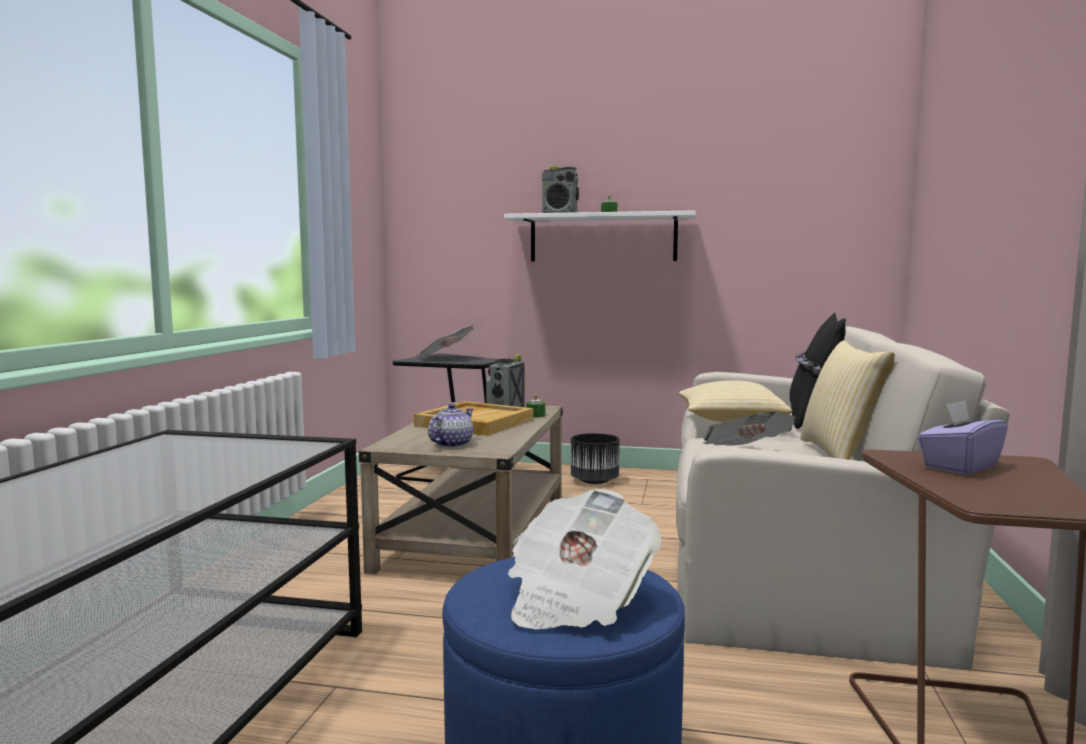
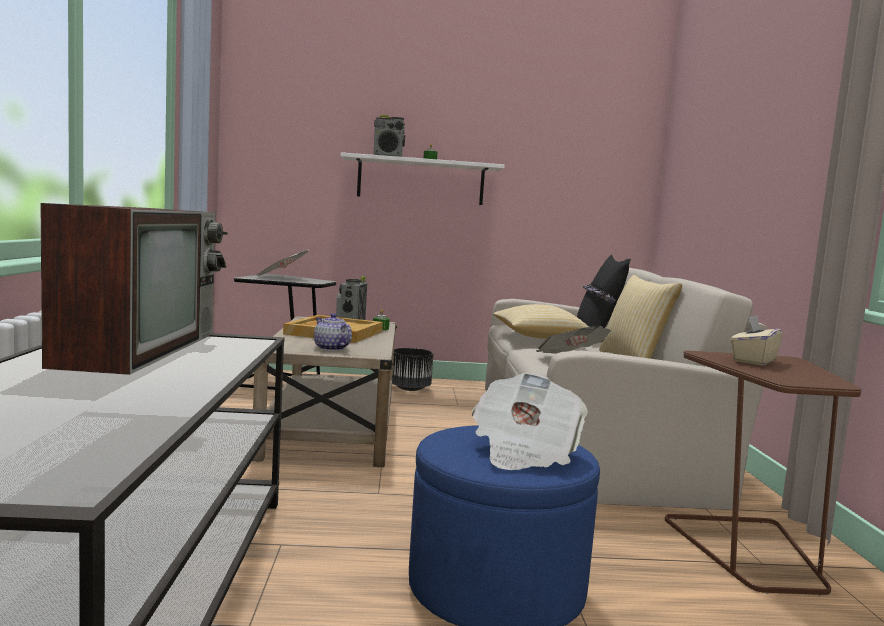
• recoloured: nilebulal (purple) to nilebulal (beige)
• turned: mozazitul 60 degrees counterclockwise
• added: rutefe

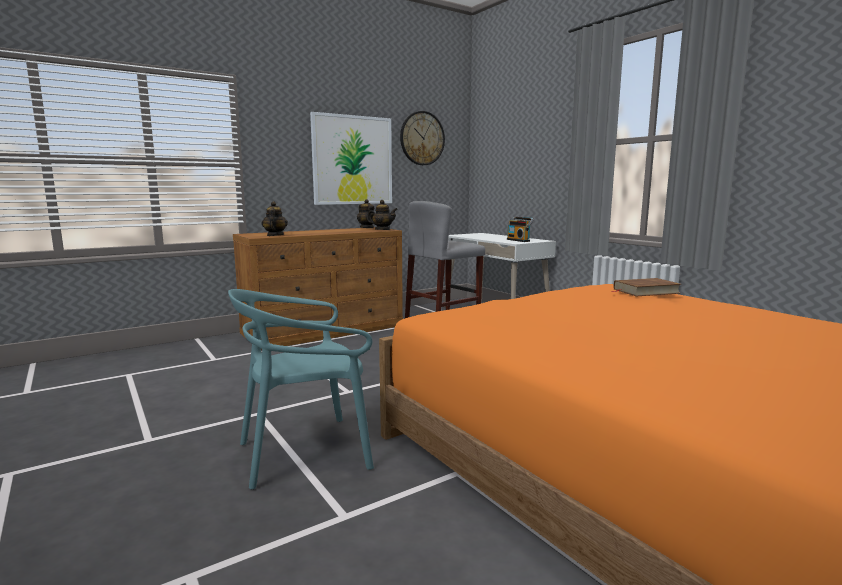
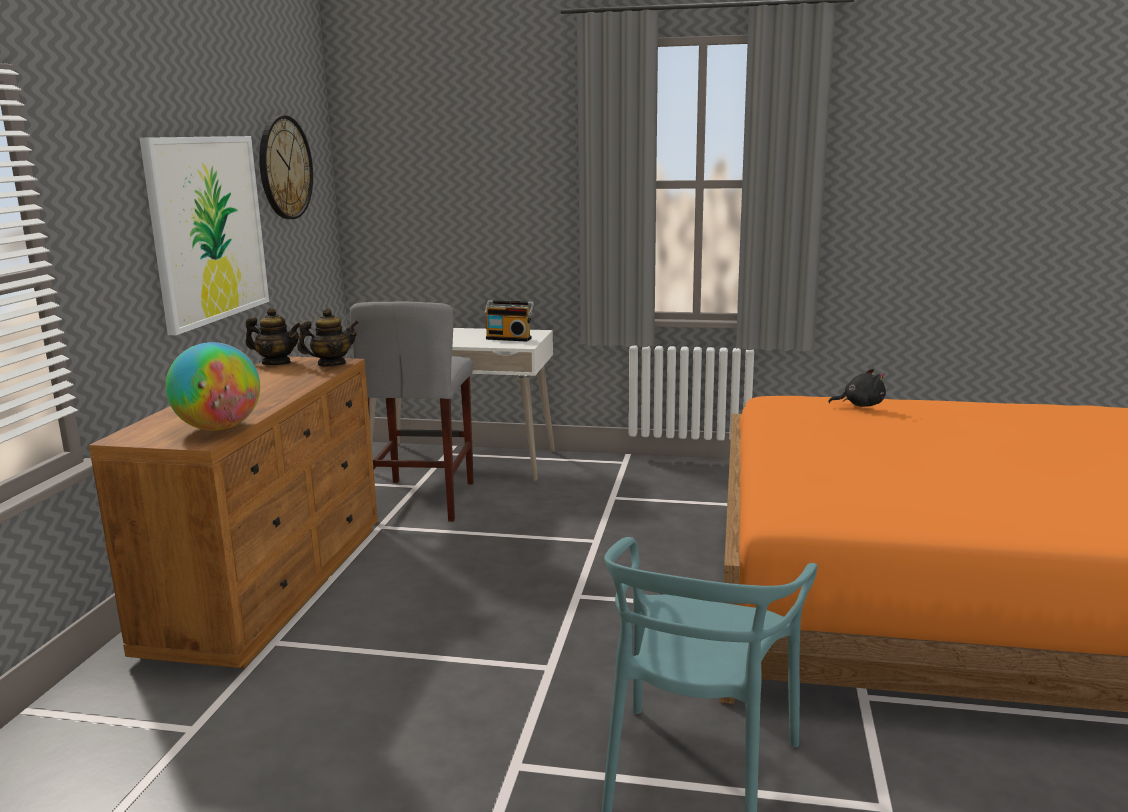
• replaced: mozazitul (1st from left) to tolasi
• replaced: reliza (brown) to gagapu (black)

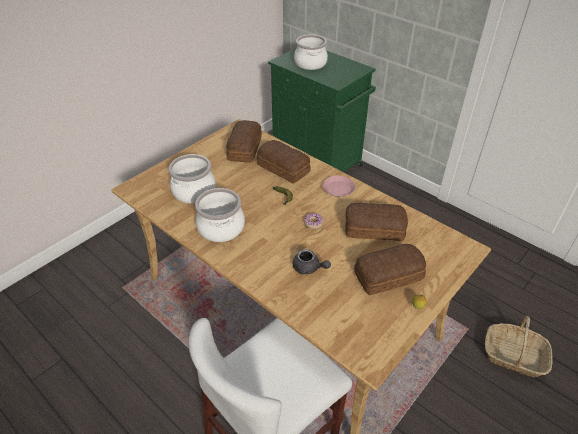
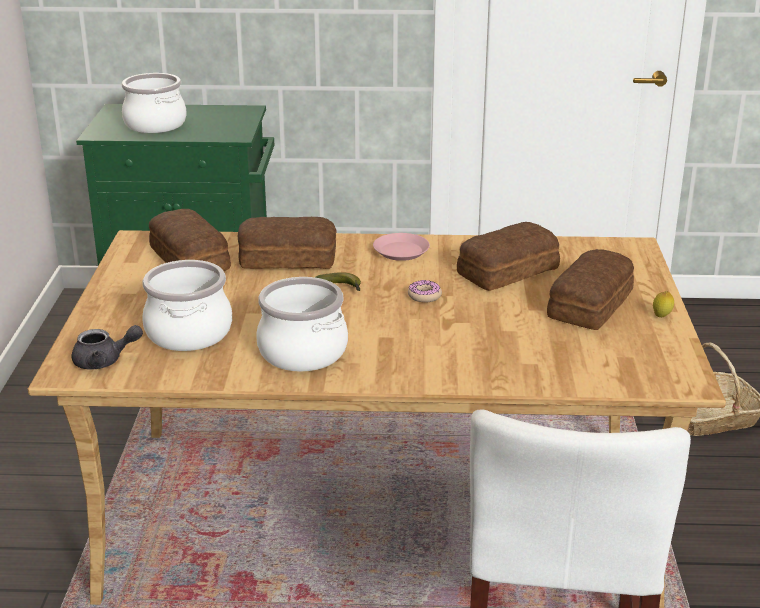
• moved: mozazitul (grey)

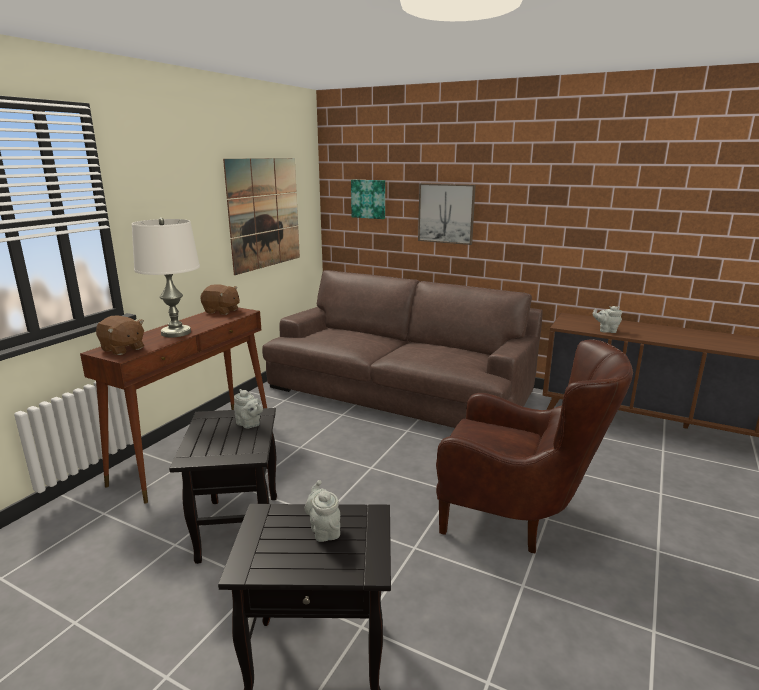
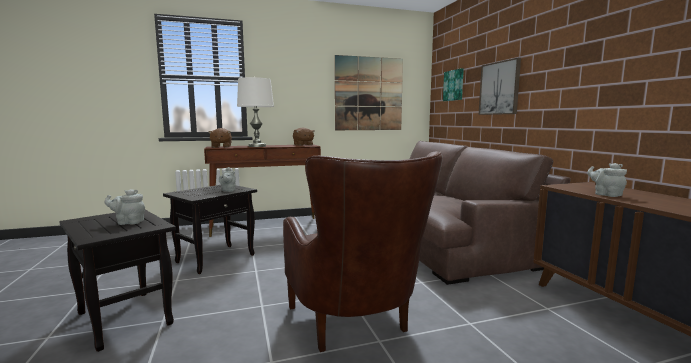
• turned: mozazitul (grey) (2nd from left in the first image) 120 degrees counterclockwise

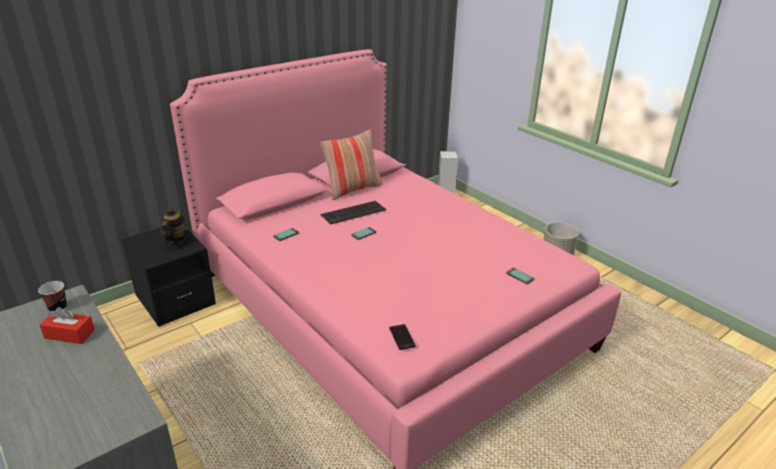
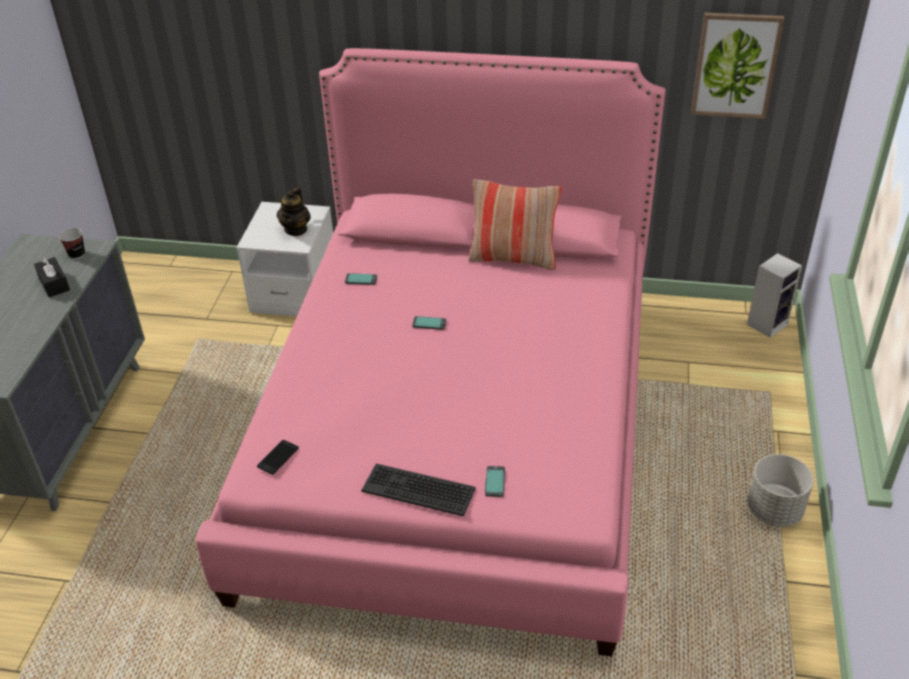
• moved: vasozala
• turned: mozazitul 135 degrees clockwise
• recoloured: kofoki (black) to kofoki (white)
• recoloured: nilebulal (red) to nilebulal (black)
• added: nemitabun

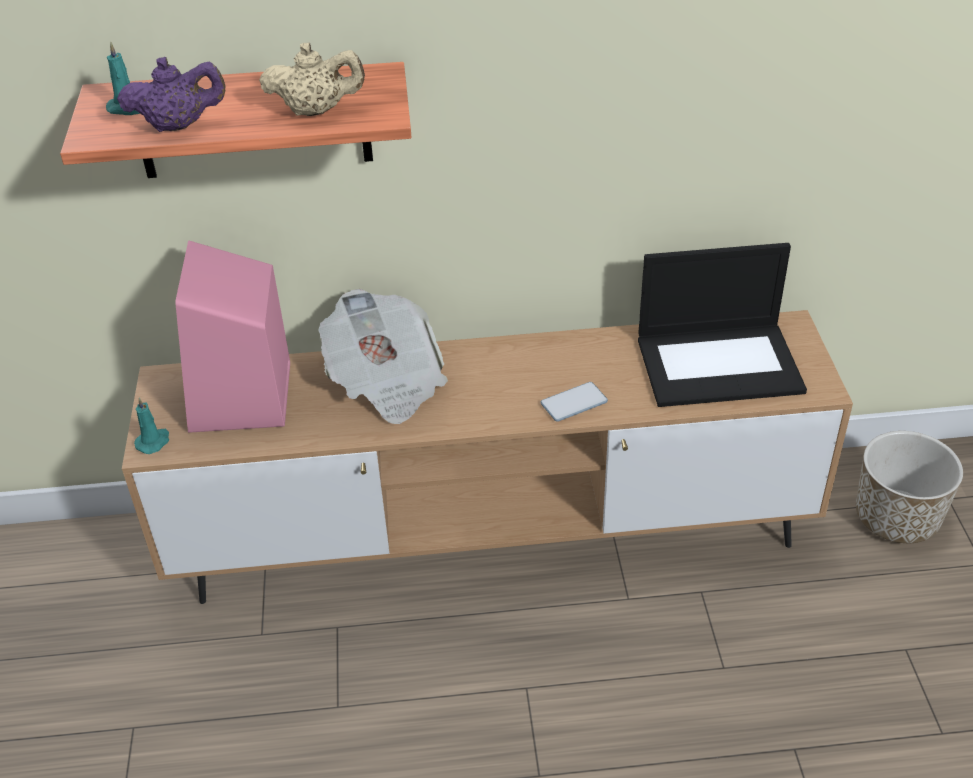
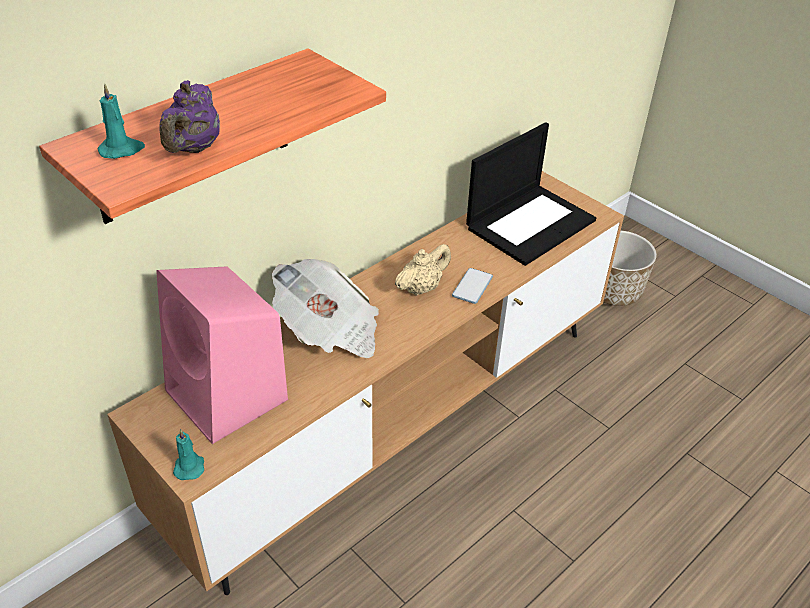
• moved: mozazitul (beige)
• turned: mozazitul (purple) 150 degrees clockwise

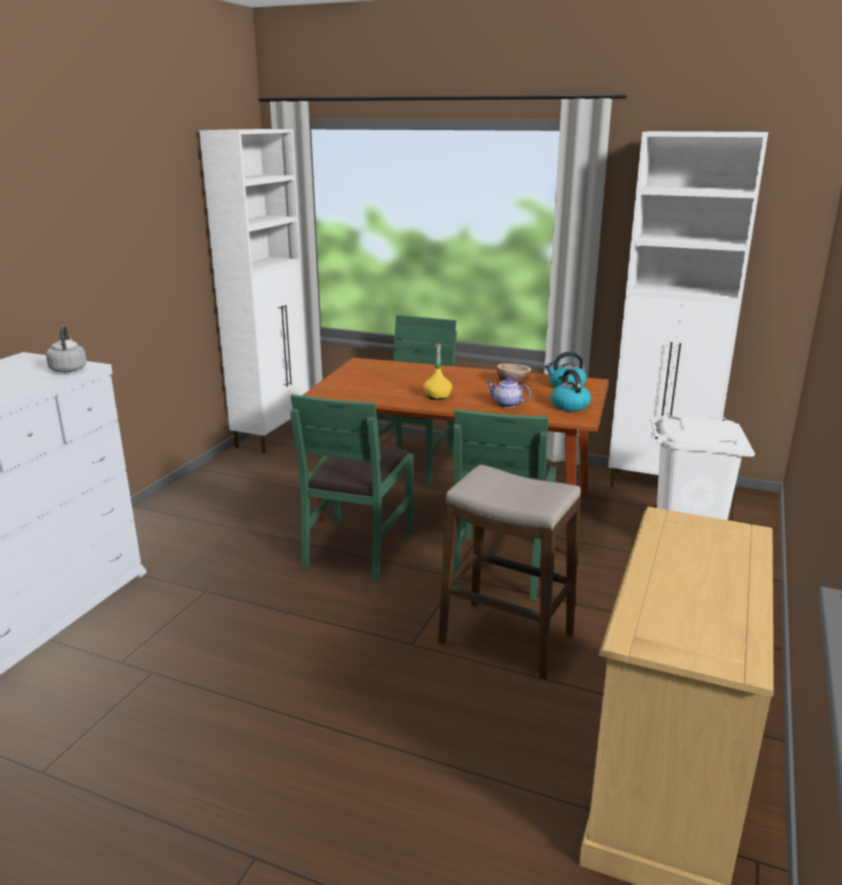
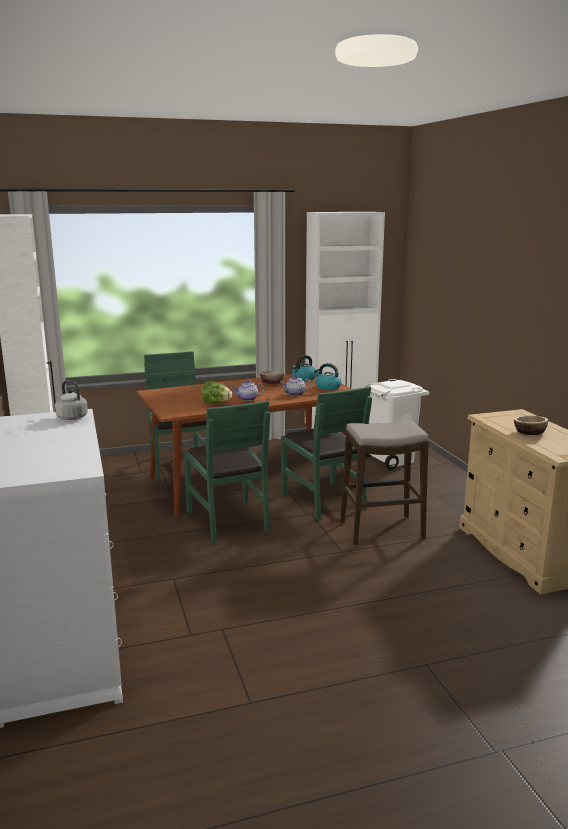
• replaced: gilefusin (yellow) to mozazitul (1st from left)
• added: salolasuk
• added: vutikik (2nd from left)

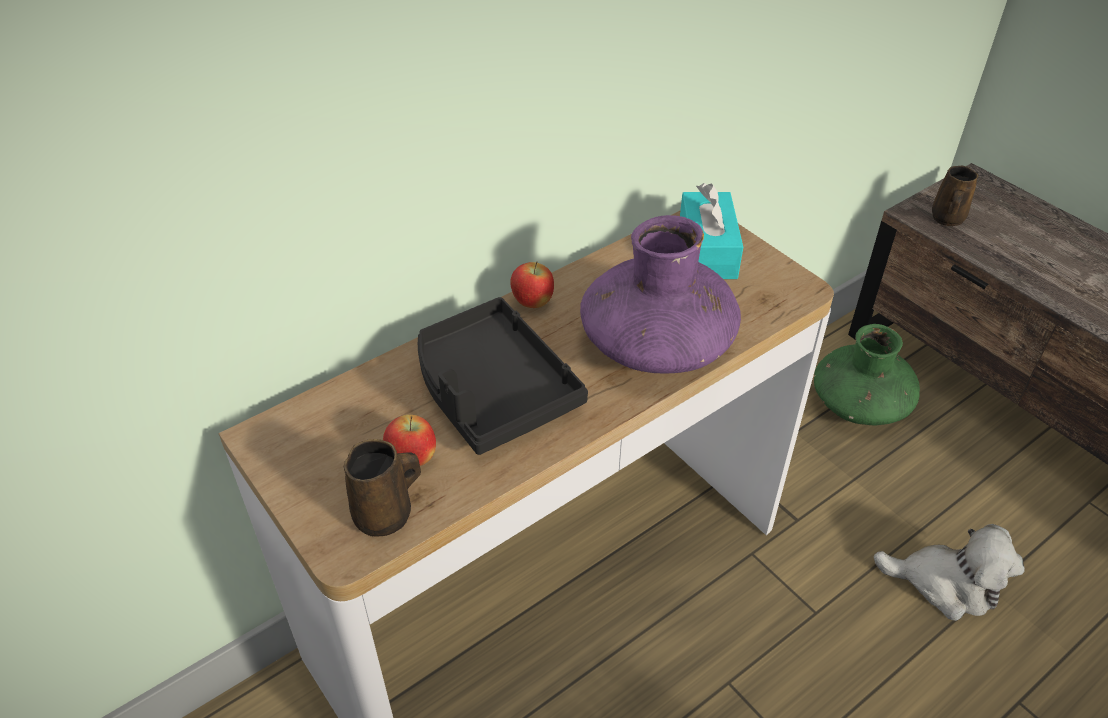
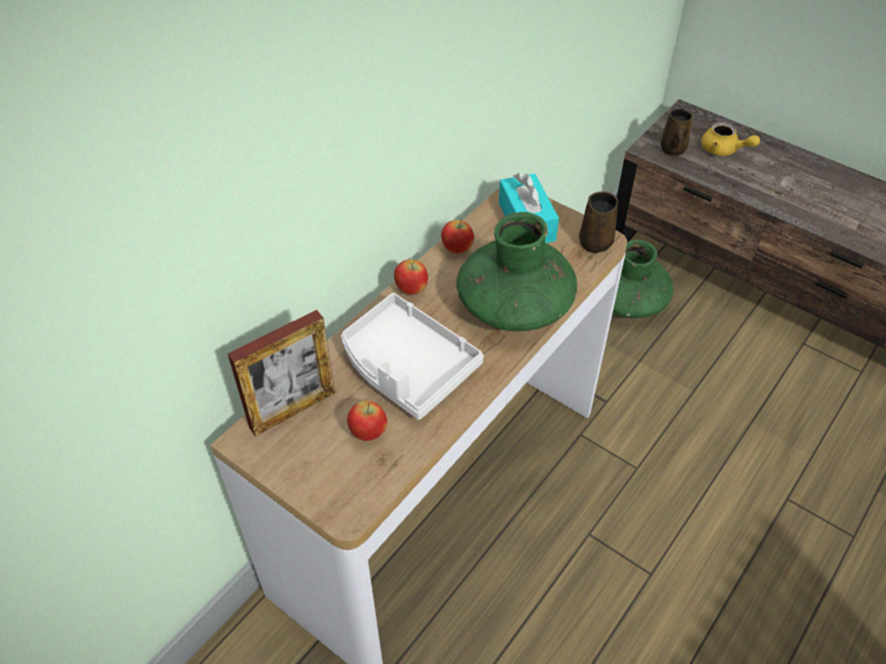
• recoloured: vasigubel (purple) to vasigubel (green) (1st from left)
• recoloured: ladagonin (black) to ladagonin (white)
• moved: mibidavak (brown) (1st from left)
• removed: gagapu
• added: mozazitul (yellow)
• added: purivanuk (3rd from left)
• added: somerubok

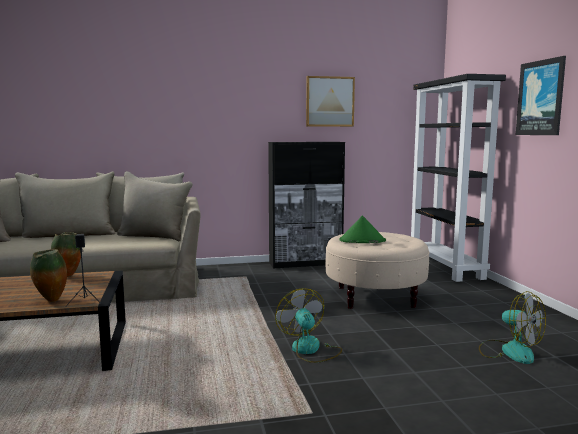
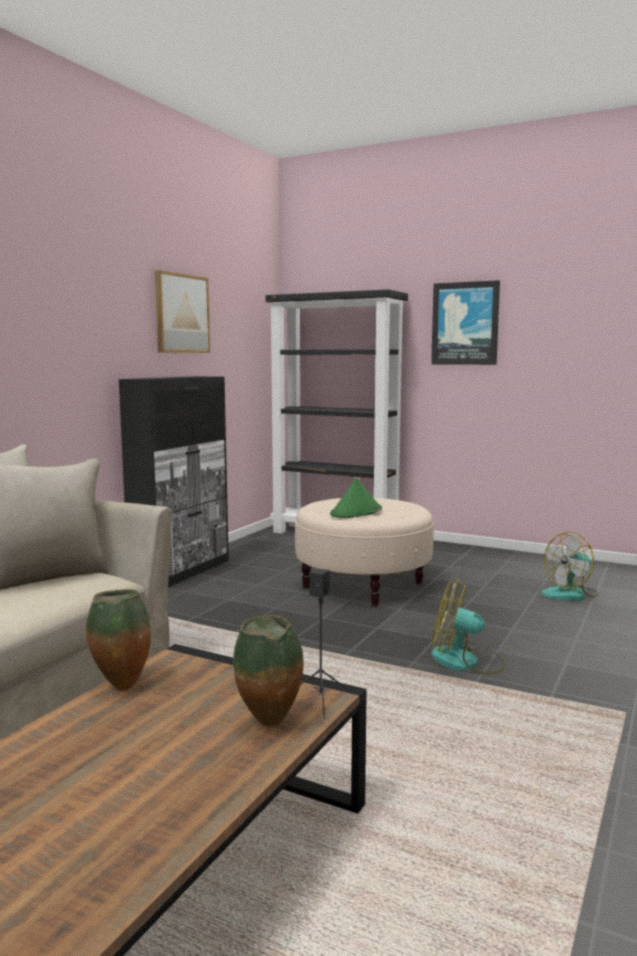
• turned: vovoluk (2nd from left) 150 degrees clockwise

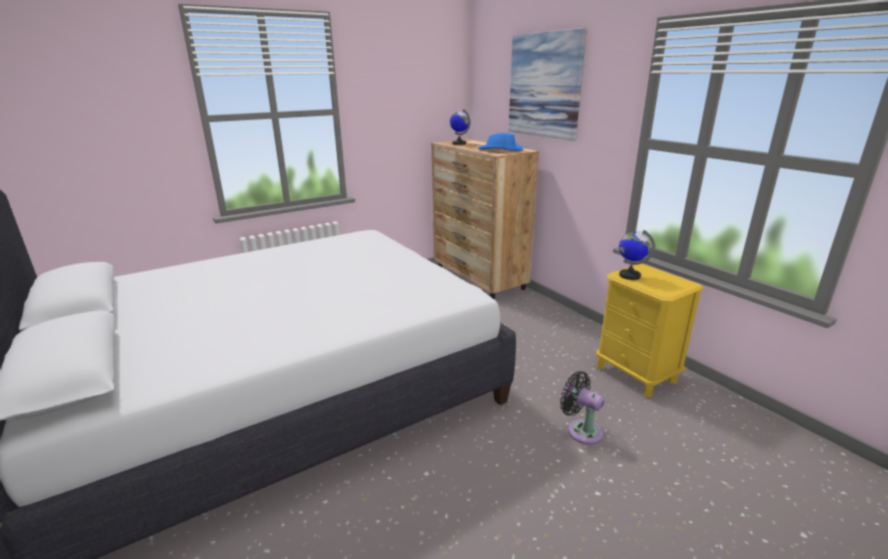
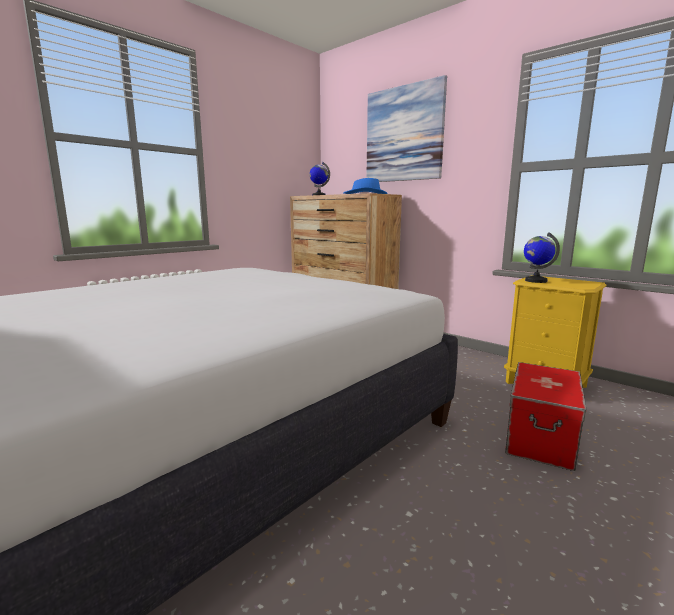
• replaced: vovoluk (black) to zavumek

